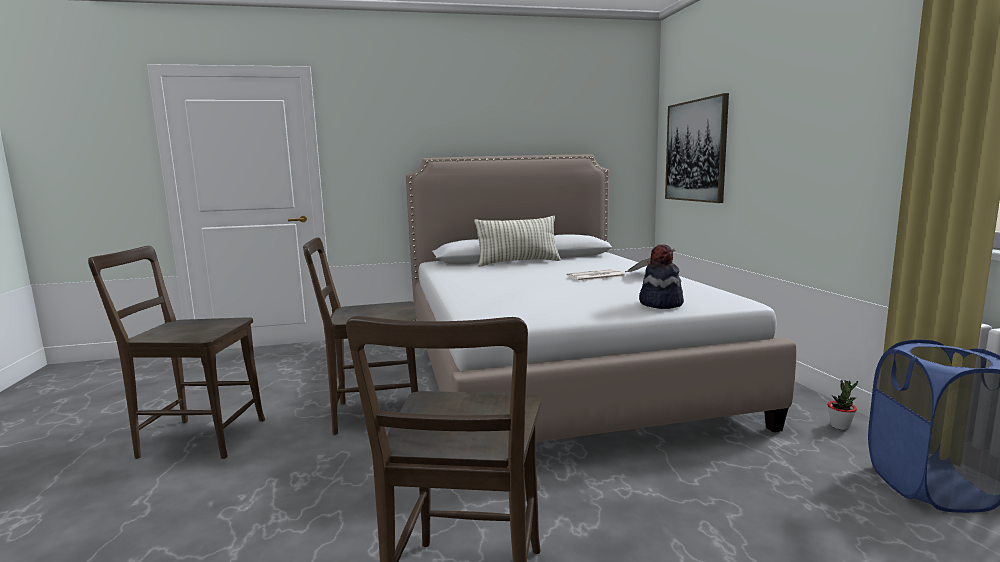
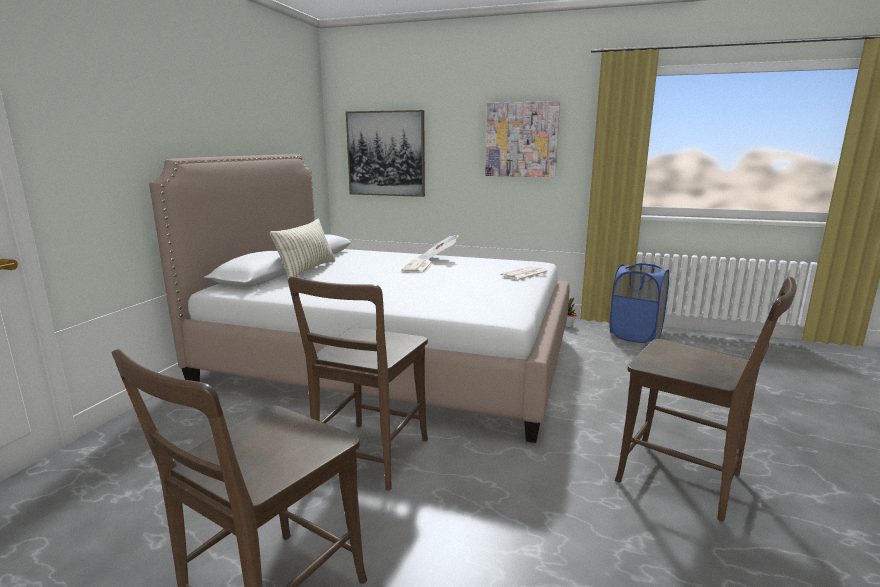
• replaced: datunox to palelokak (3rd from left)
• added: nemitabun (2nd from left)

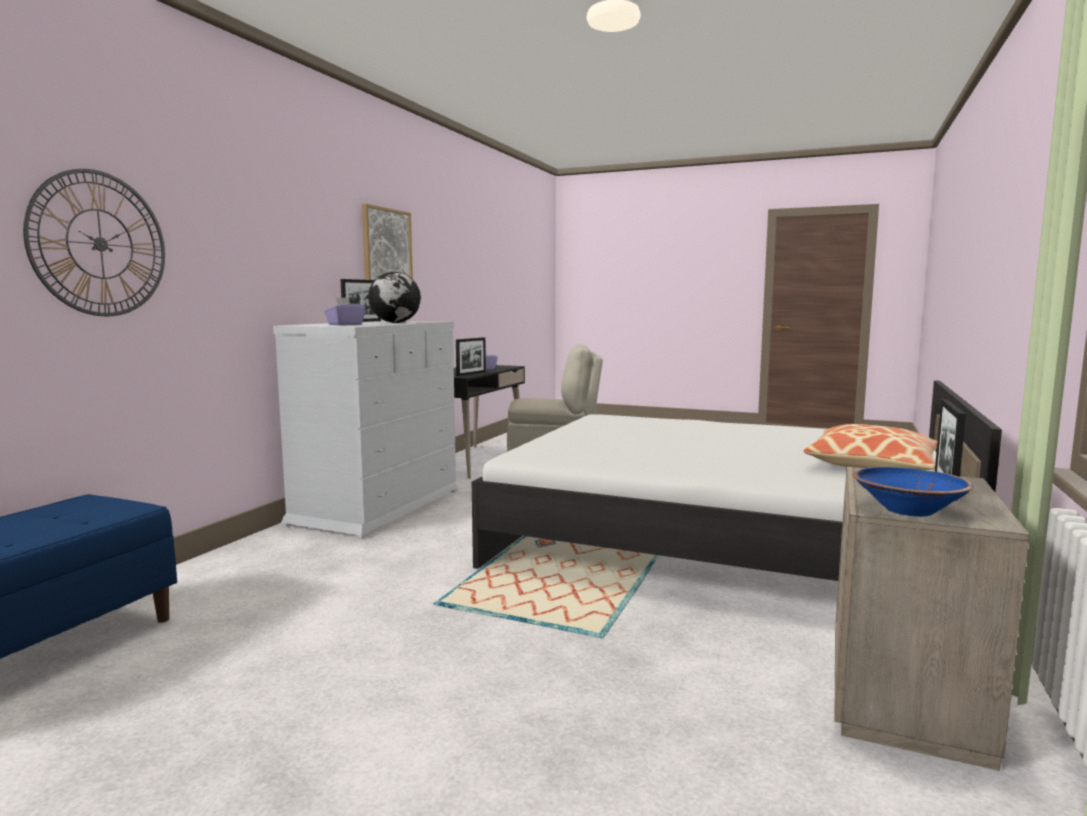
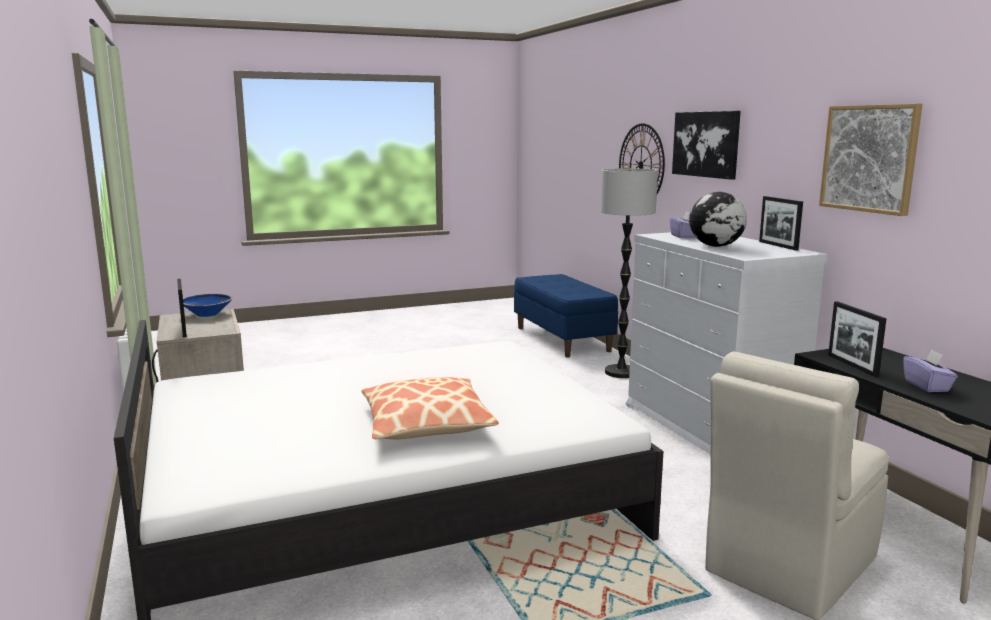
• moved: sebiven
• added: nemitabun (1st from left)
• added: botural

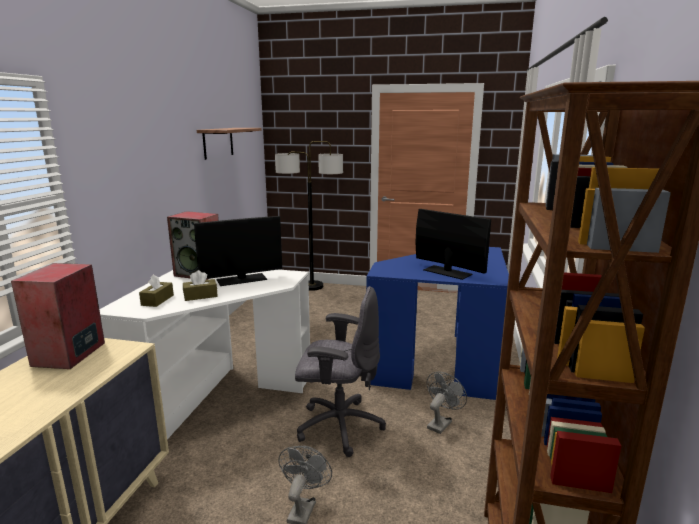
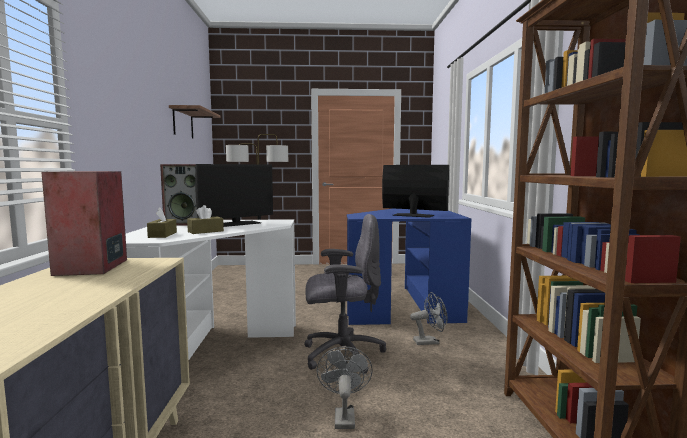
• turned: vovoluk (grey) (2nd from left) 60 degrees clockwise

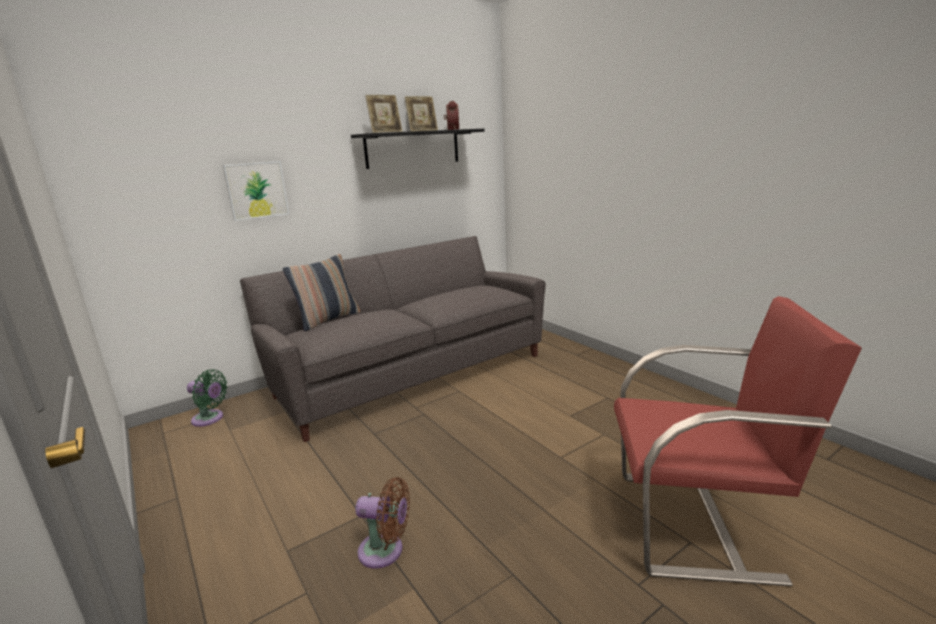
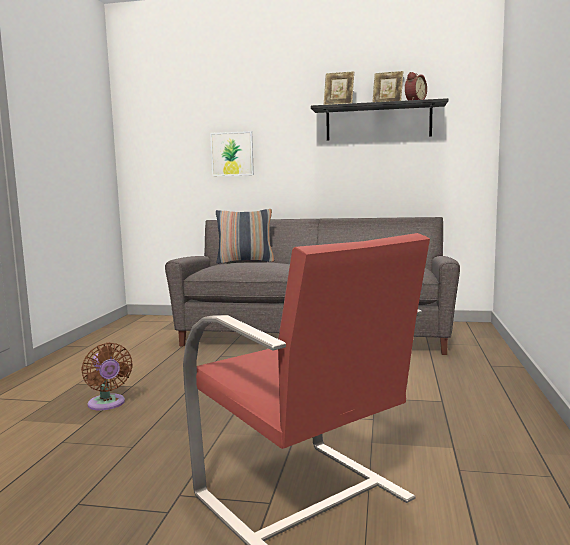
• removed: vovoluk (green)

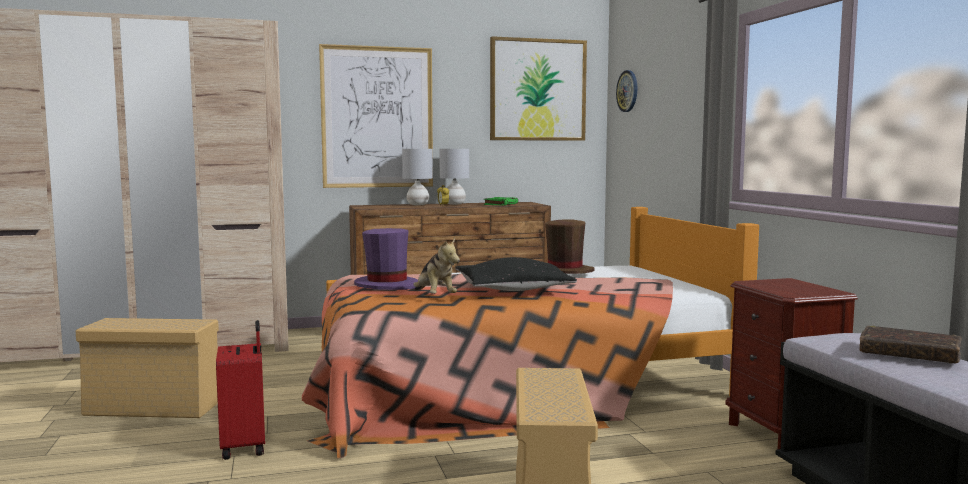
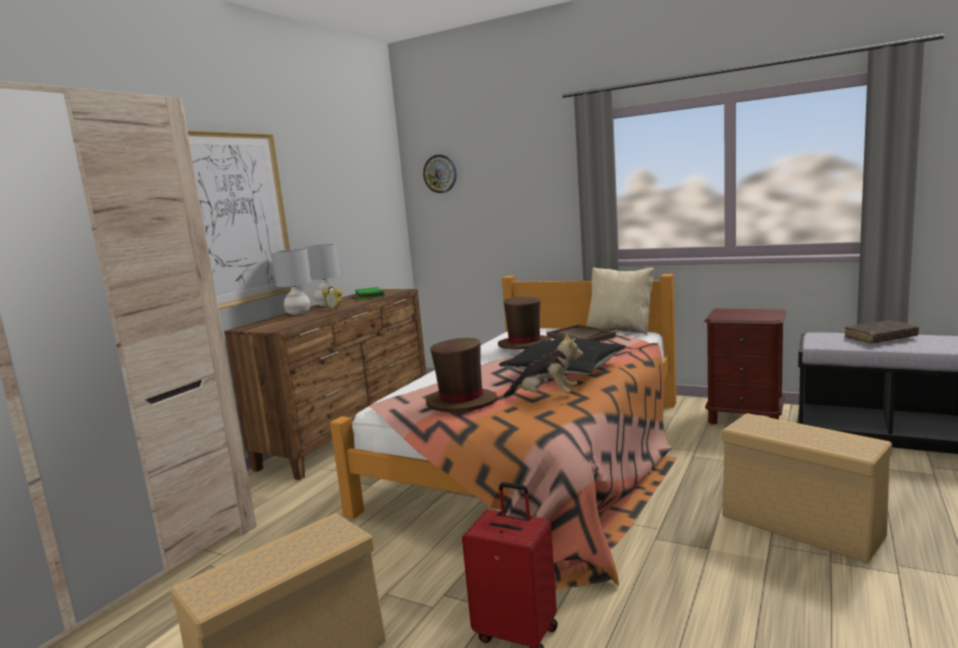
• removed: nemitabun (2nd from left)
• recoloured: datunox (purple) to datunox (brown) (1st from left)
• added: sebiven (beige)
• added: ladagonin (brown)

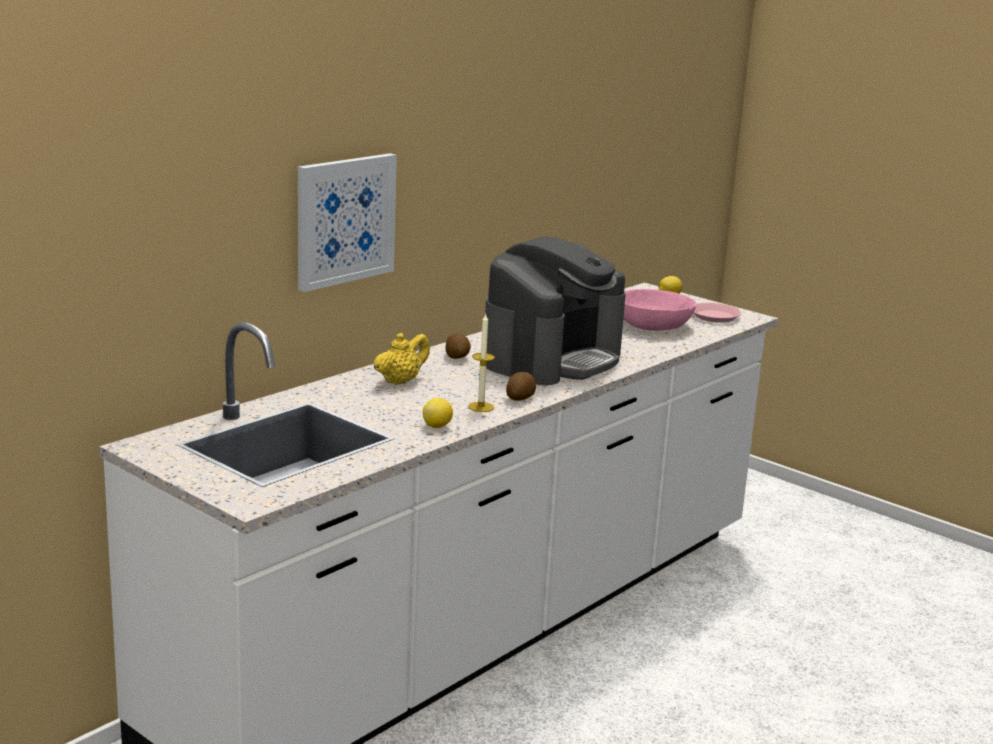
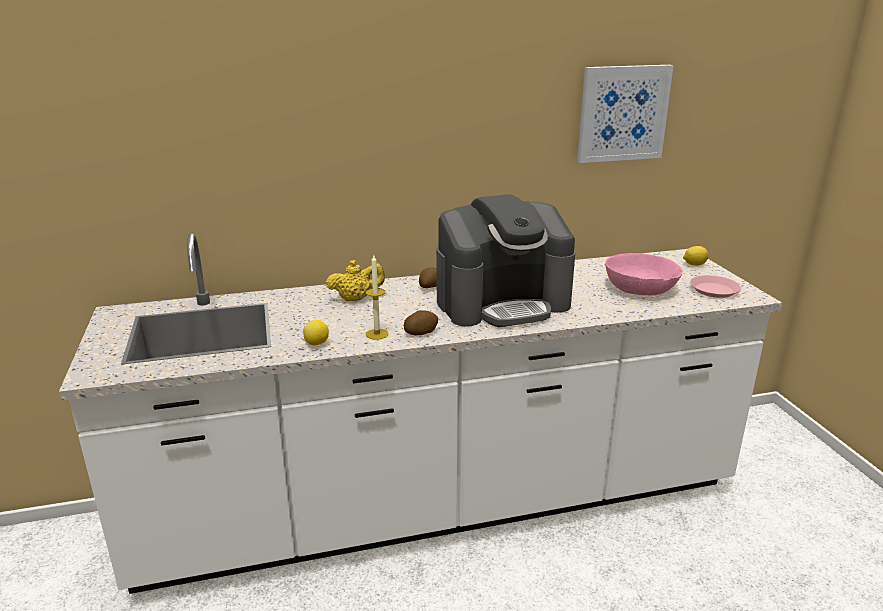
• moved: nemitabun

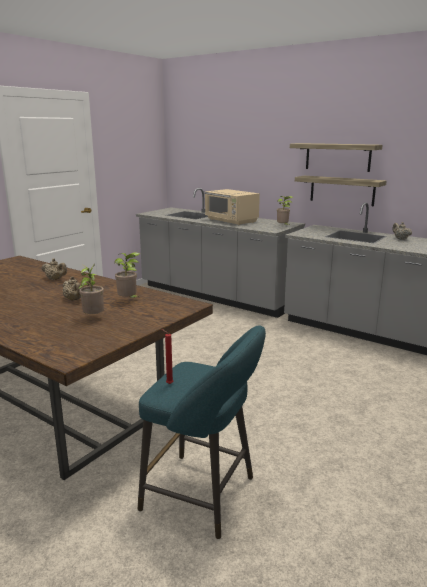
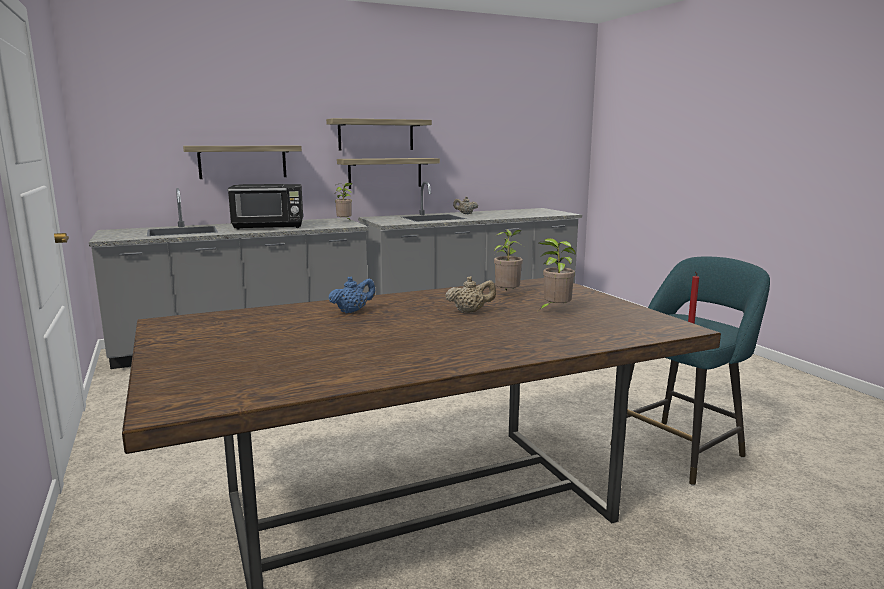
• recoloured: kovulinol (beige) to kovulinol (black)
• recoloured: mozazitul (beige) (1st from left) to mozazitul (blue)
• added: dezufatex (1st from left)

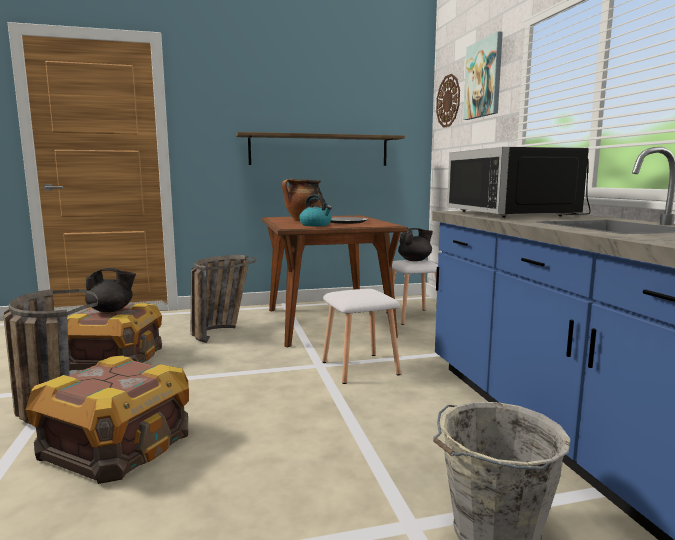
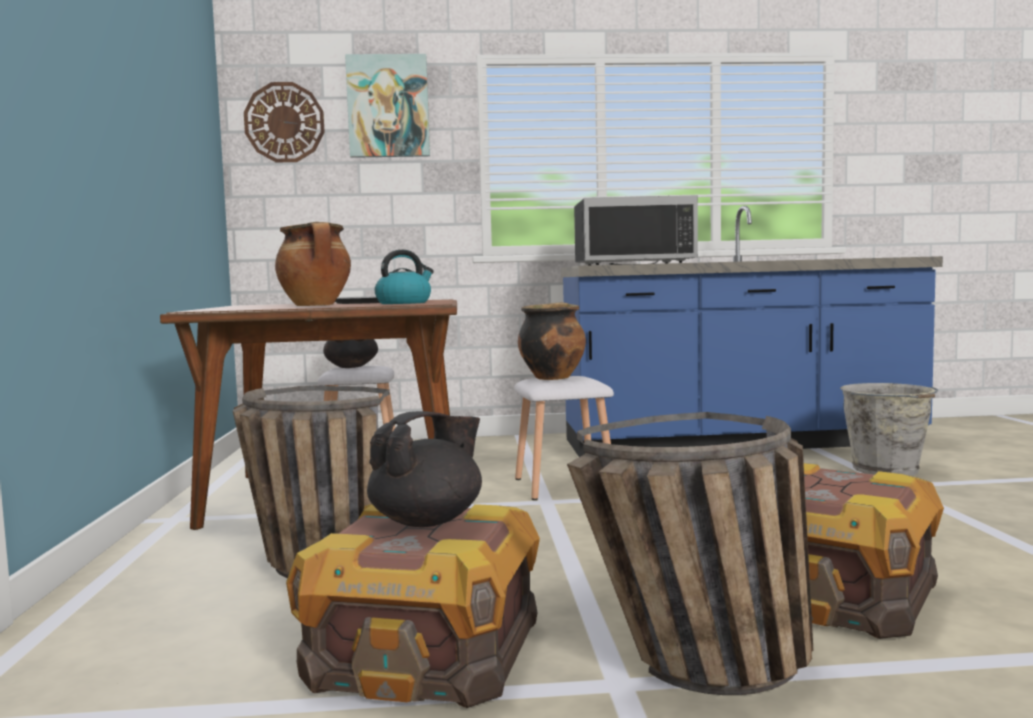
• removed: dezufatex
• turned: mozazitul (black) (1st from left in the first image) 45 degrees clockwise
• added: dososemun (2nd from left)

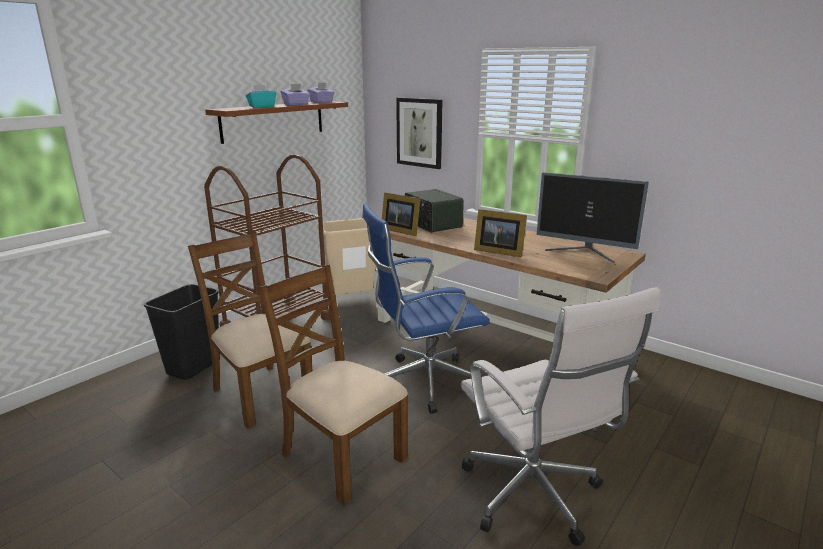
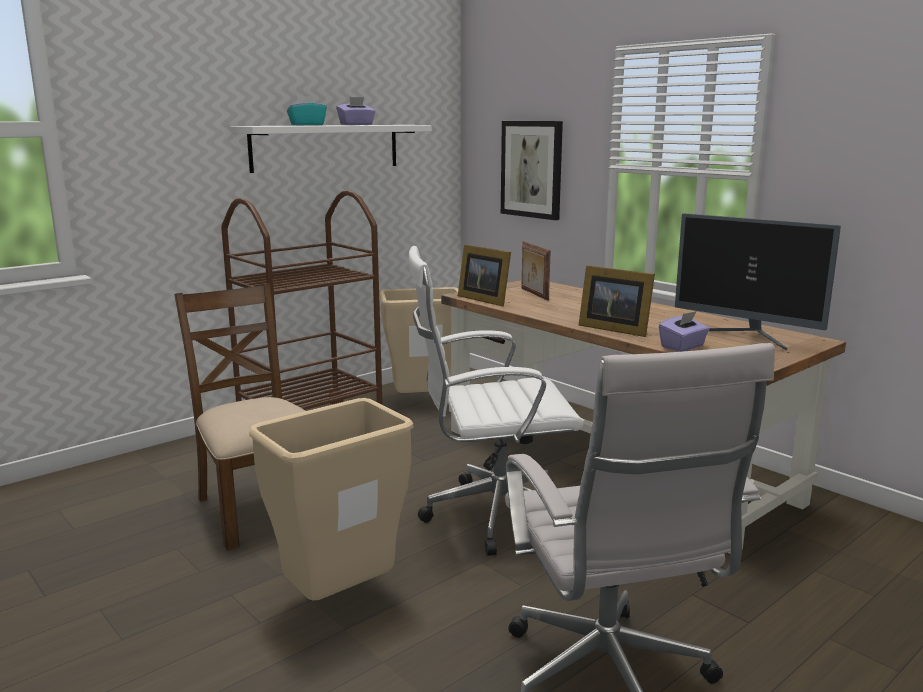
• moved: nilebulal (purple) (2nd from left)
• recoloured: dezufatex (brown) to dezufatex (white)
• replaced: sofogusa to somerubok (2nd from left)
• recoloured: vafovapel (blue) to vafovapel (white) (1st from left)
• replaced: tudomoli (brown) (2nd from left) to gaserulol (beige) (1st from left)
• removed: gaserulol (black)

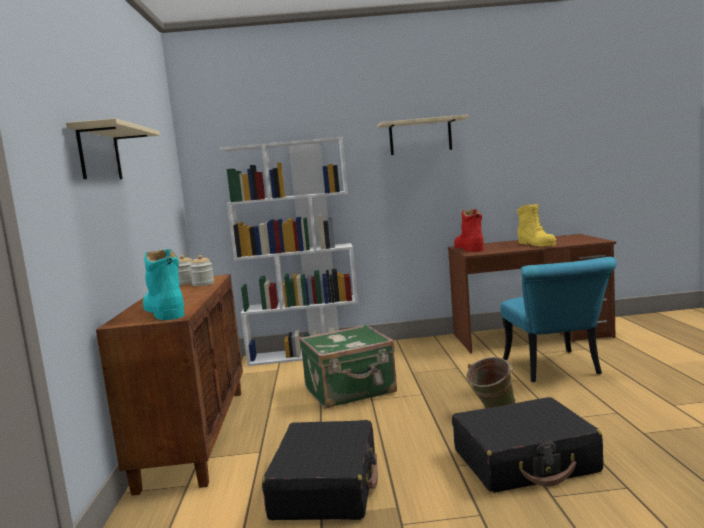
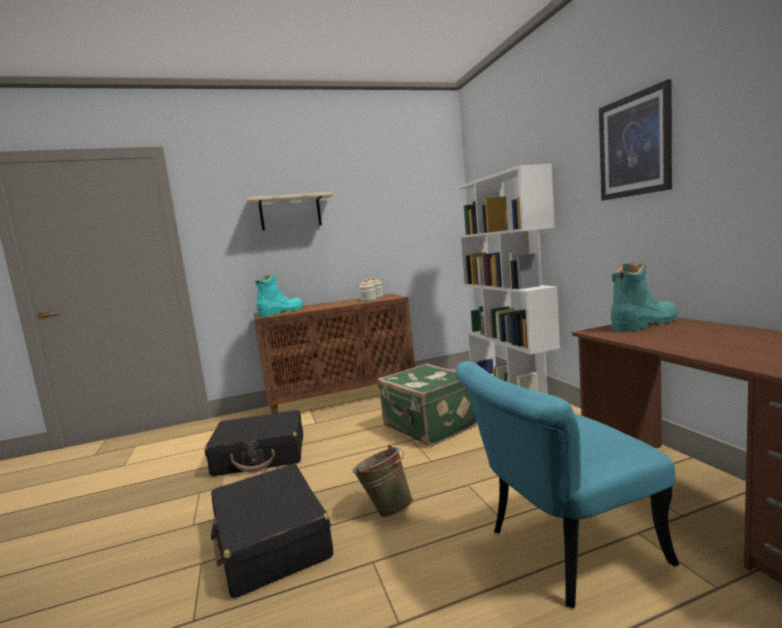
• replaced: dezufatex (beige) (2nd from left) to nemitabun
• removed: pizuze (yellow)
• recoloured: pizuze (red) to pizuze (turquoise) (2nd from left)

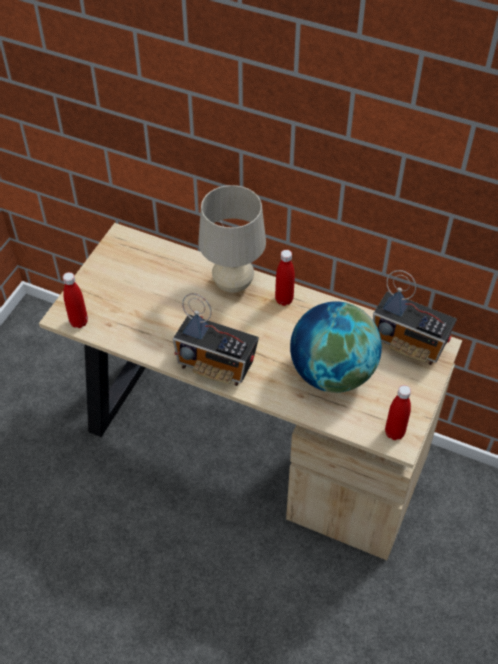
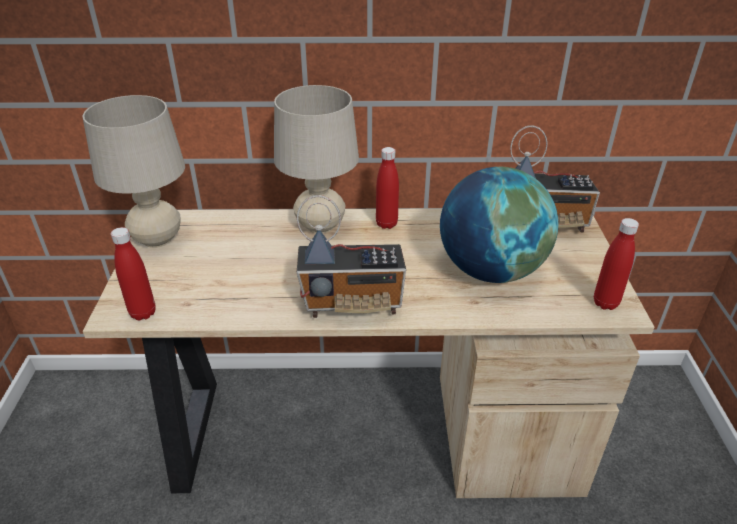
• added: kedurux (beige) (1st from left)

